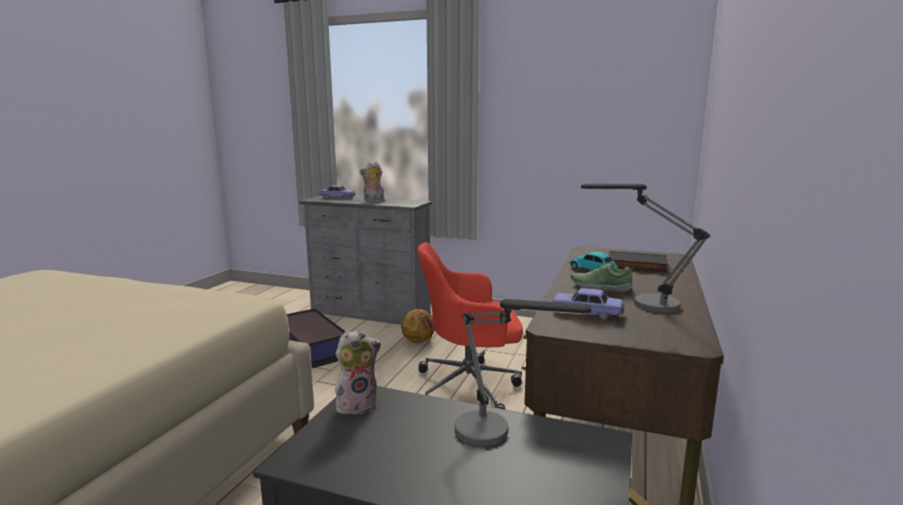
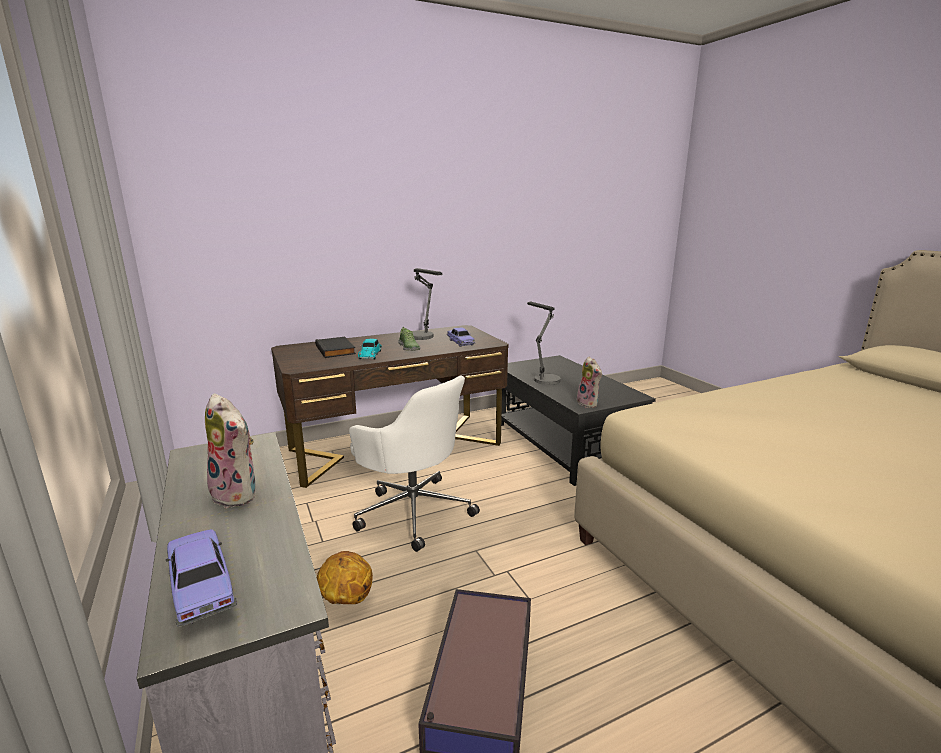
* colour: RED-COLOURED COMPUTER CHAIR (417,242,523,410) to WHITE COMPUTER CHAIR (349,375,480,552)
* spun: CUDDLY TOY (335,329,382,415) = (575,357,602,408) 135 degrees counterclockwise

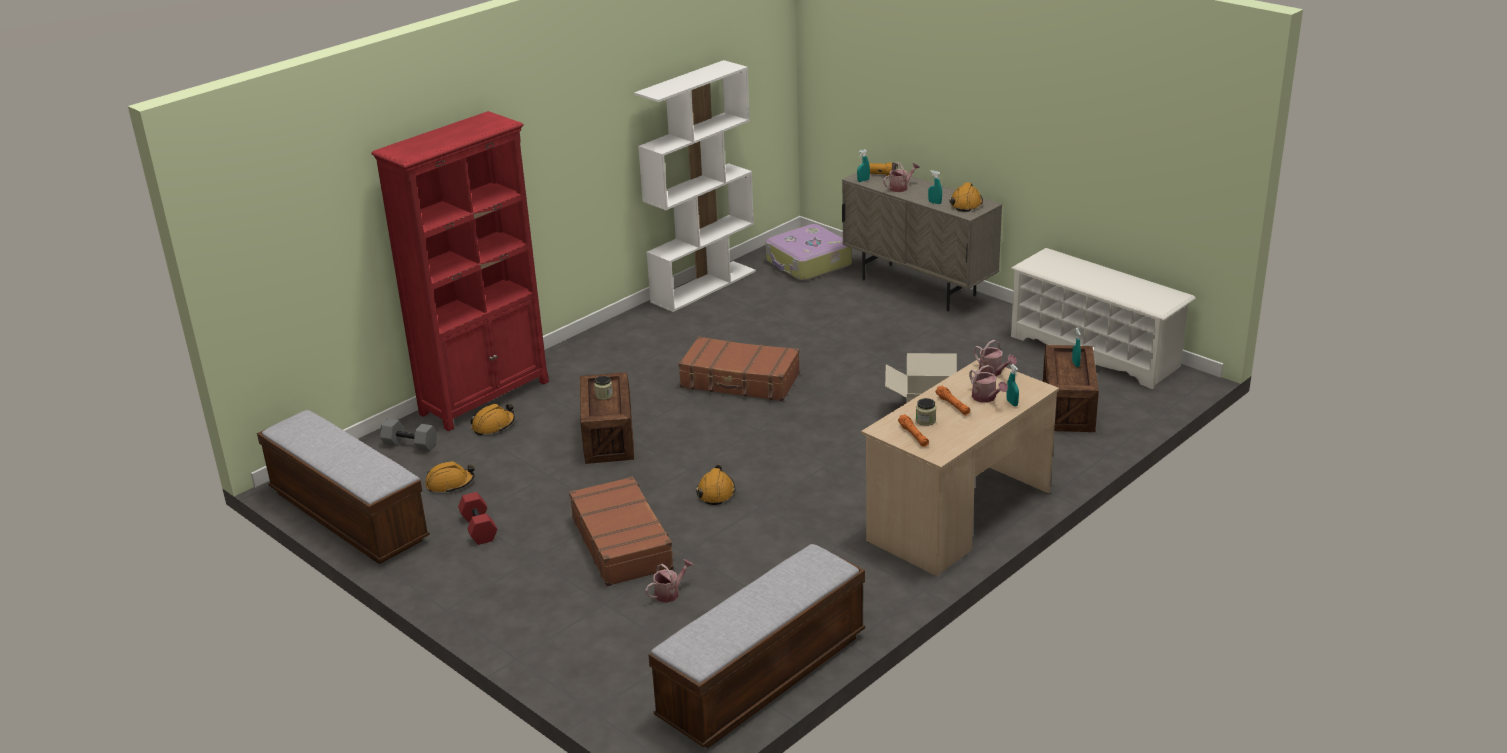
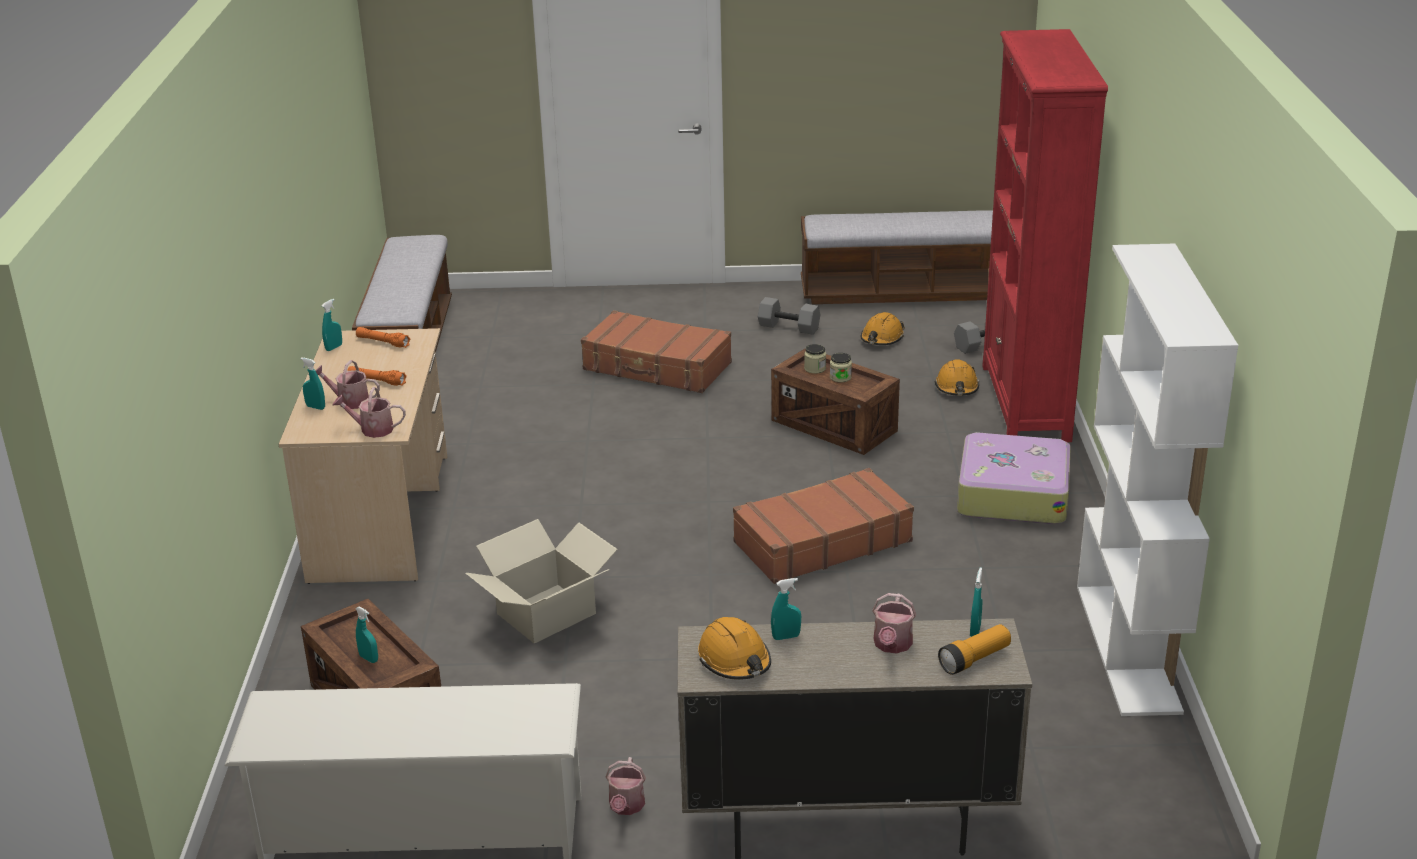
* appeared: TURQUOISE SPRAY BOTTLE (322,299,342,351)
* relocated: WATERING POT (645,559,693,603) to (605,757,646,815)
* colour: RED-COLOURED FREE WEIGHT (458,492,497,545) to GREY FREE WEIGHT (758,297,820,335)
* relocated: PRESERVE JAR (916,398,936,426) to (804,344,826,374)
* relocated: SUITCASE (766,224,852,281) to (957,432,1071,524)
* missing: ORANGE SAFETY HELMET (696,464,735,505)

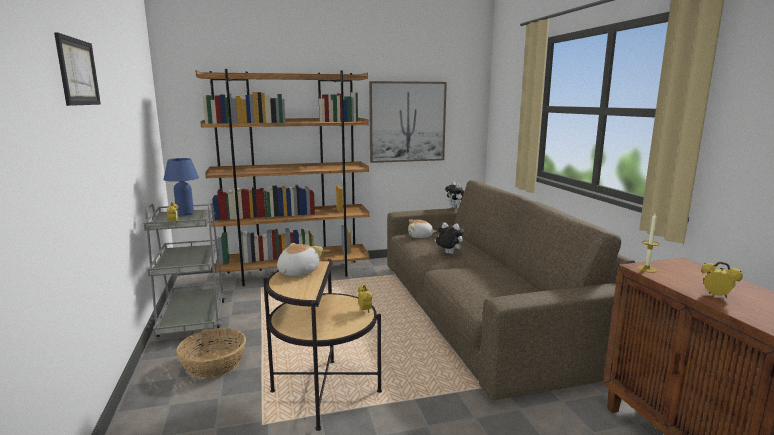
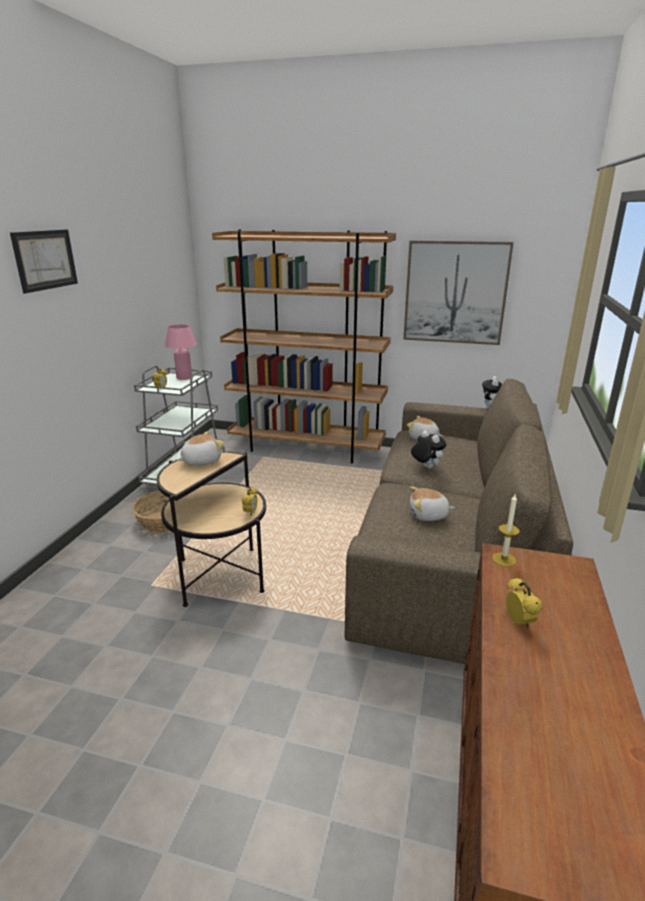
* colour: BLUISH TABLETOP LAMP (163,158,199,216) to PINK-COLOURED TABLETOP LAMP (165,324,197,380)
* appeared: CUDDLY TOY (409,486,454,521)

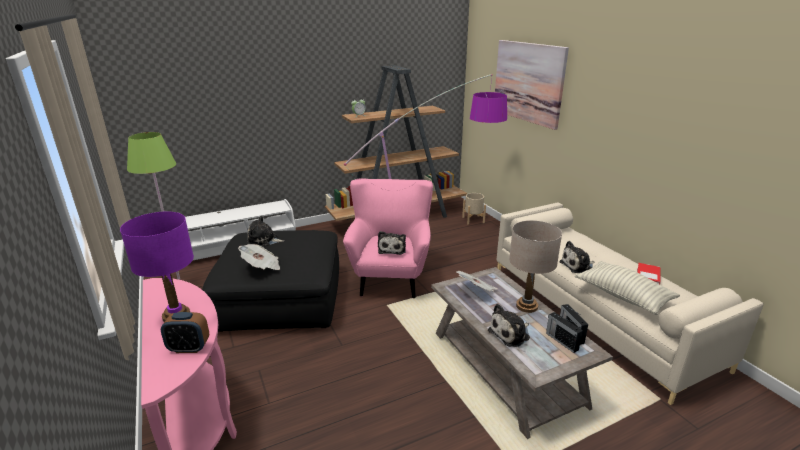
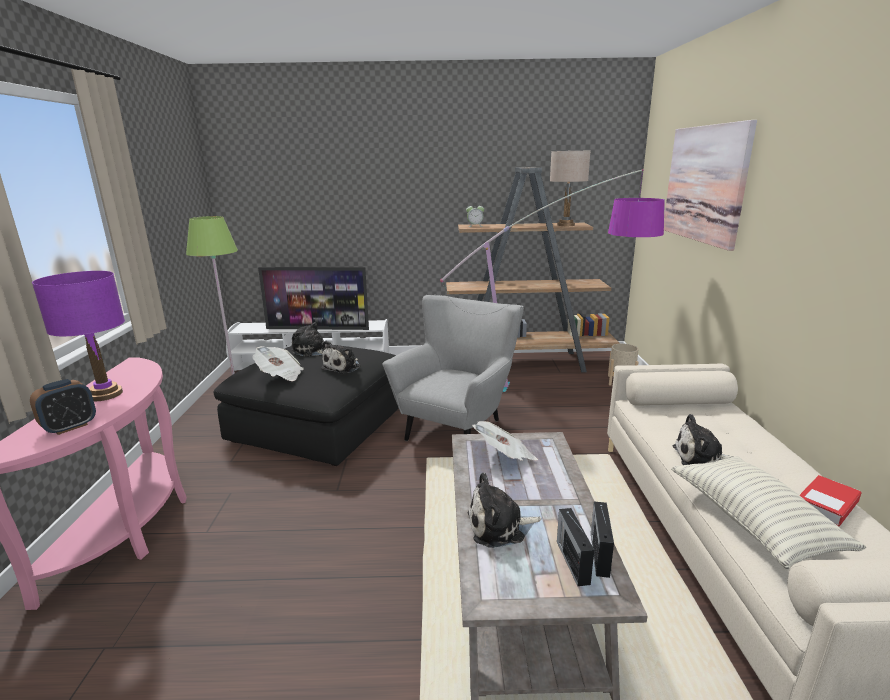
* spun: ALARM CLOCK (161,312,209,353) = (30,379,96,435) 75 degrees counterclockwise
* appeared: TV (258,267,369,330)
* relocated: CUDDLY TOY (378,231,406,255) to (321,341,361,374)
* colour: PINK-COLOURED LOUNGE CHAIR (343,178,433,298) to GREY LOUNGE CHAIR (382,295,524,441)
* relocated: BEIGE TABLETOP LAMP (509,220,562,313) to (550,151,590,226)

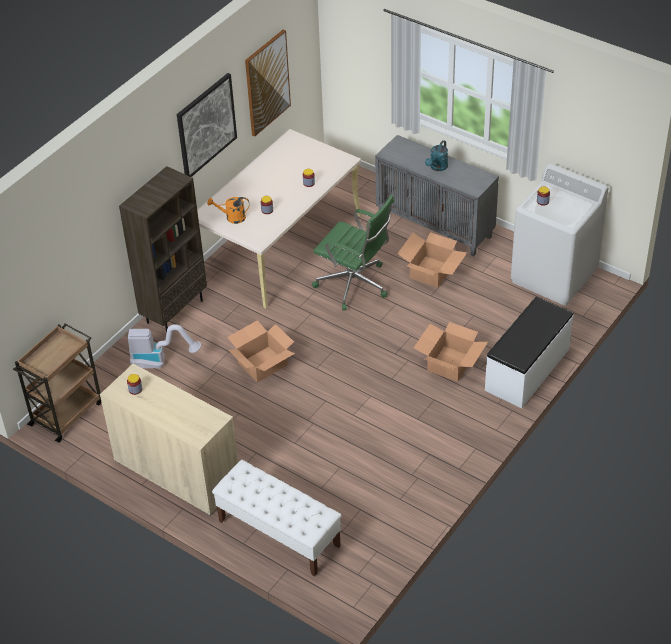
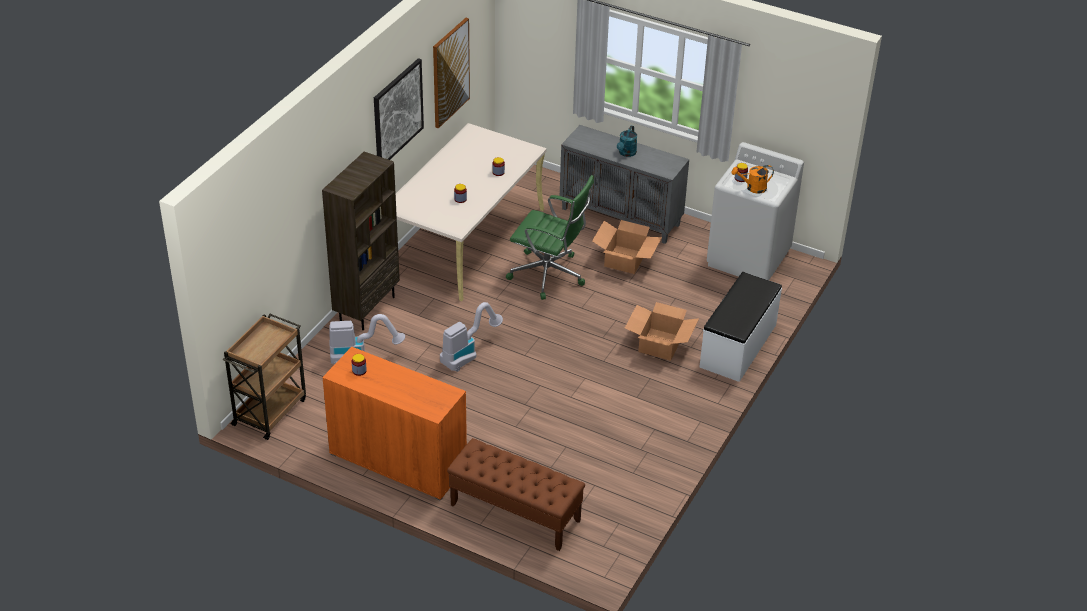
* colour: BEIGE STORAGE CABINET (100,364,238,516) to ORANGE STORAGE CABINET (322,347,467,501)
* exchanged: PACKING BOX (227,320,295,383) to VACUUM (440,302,503,372)
* colour: WHITE LONG SEAT (212,460,342,577) to BROWN-COLOURED LONG SEAT (447,438,585,551)
* relocated: ORANGE WATERING POT (207,197,249,224) to (732,165,774,194)

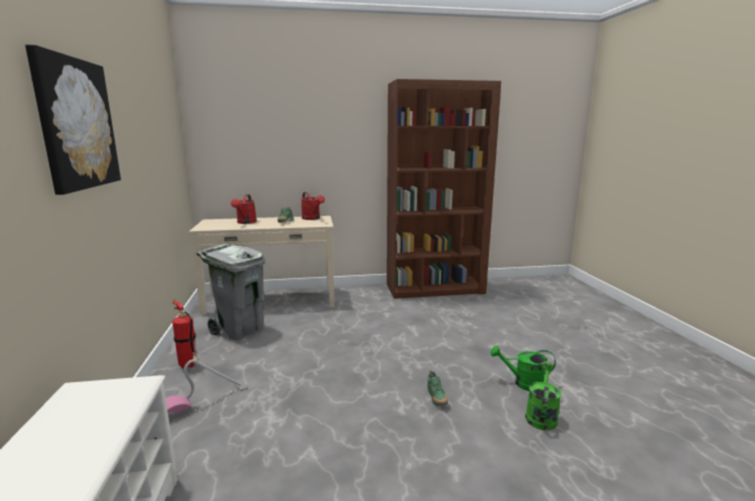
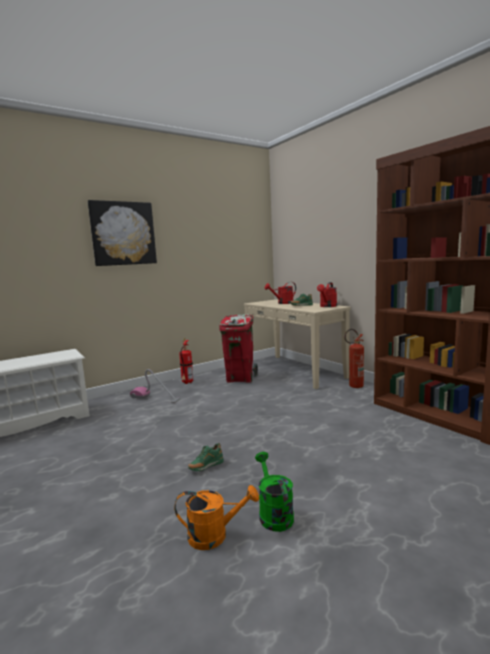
* colour: GREEN WATERING POT (525,362,562,430) to ORANGE WATERING POT (175,485,259,550)
* colour: GREY TRASH CAN (196,244,265,340) to RED-COLOURED TRASH CAN (219,314,258,383)
* appeared: FIRE EXTINGUISHER (344,329,364,388)

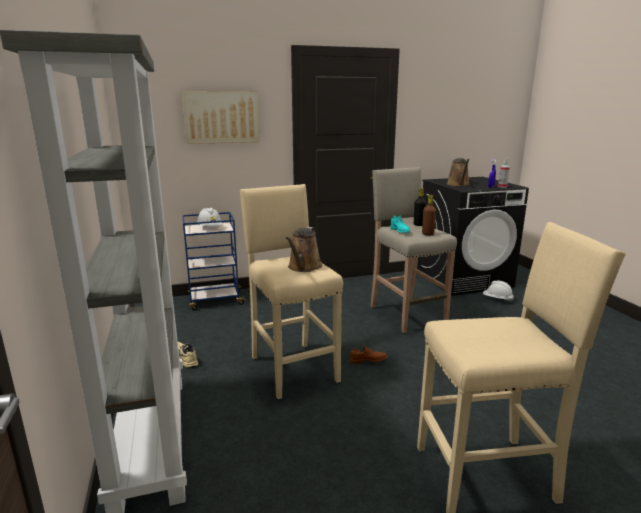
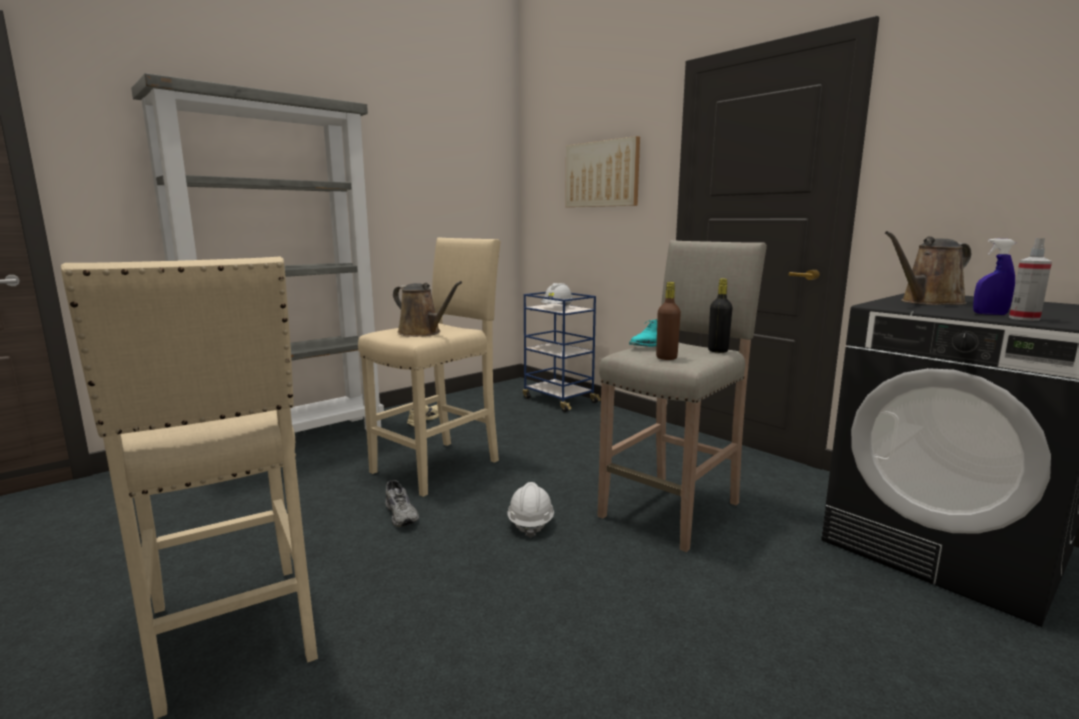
* appeared: GREY SHOE (385,480,419,527)
* spun: BROWN-COLOURED WATERING POT (286,227,322,272) = (393,281,462,337) 135 degrees counterclockwise
* relocated: WHITE SAFETY HELMET (483,281,514,302) to (507,482,554,538)
* missing: BROWN-COLOURED SHOE (350,345,388,364)

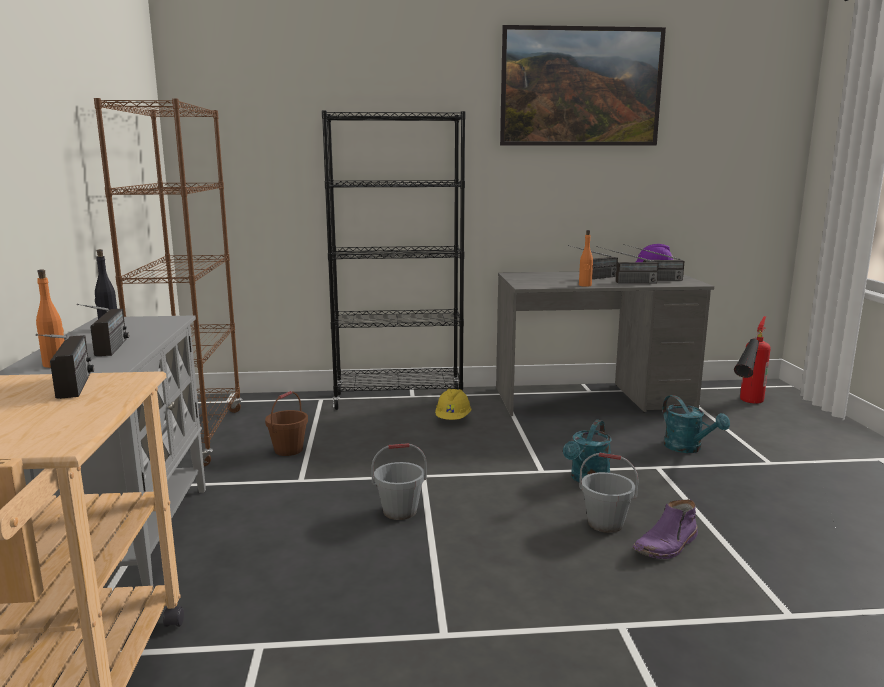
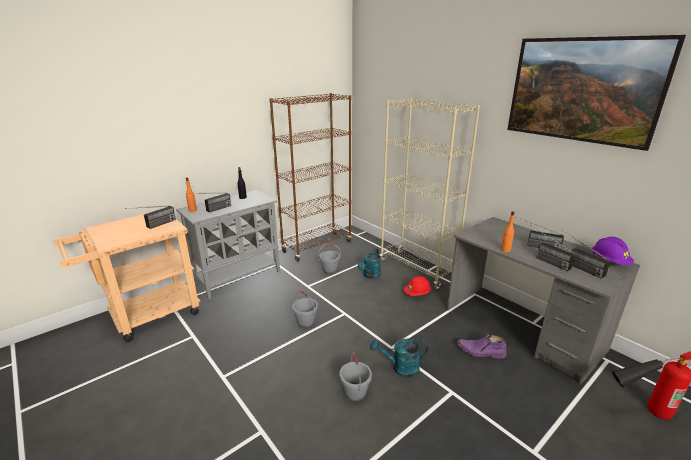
* colour: BROWN-COLOURED PAIL (265,391,308,456) to GREY PAIL (318,244,341,274)
* relocated: TURQUOISE WATERING POT (663,395,730,453) to (358,248,381,279)
* colour: BLACK BOOKCASE (322,110,466,410) to BEIGE BOOKCASE (380,98,480,289)
* colour: YELLOW SAFETY HELMET (435,388,471,420) to RED-COLOURED SAFETY HELMET (404,276,431,296)
* relocated: PURPLE HIGH-TOP BOOT (632,499,698,559) to (457,334,507,358)

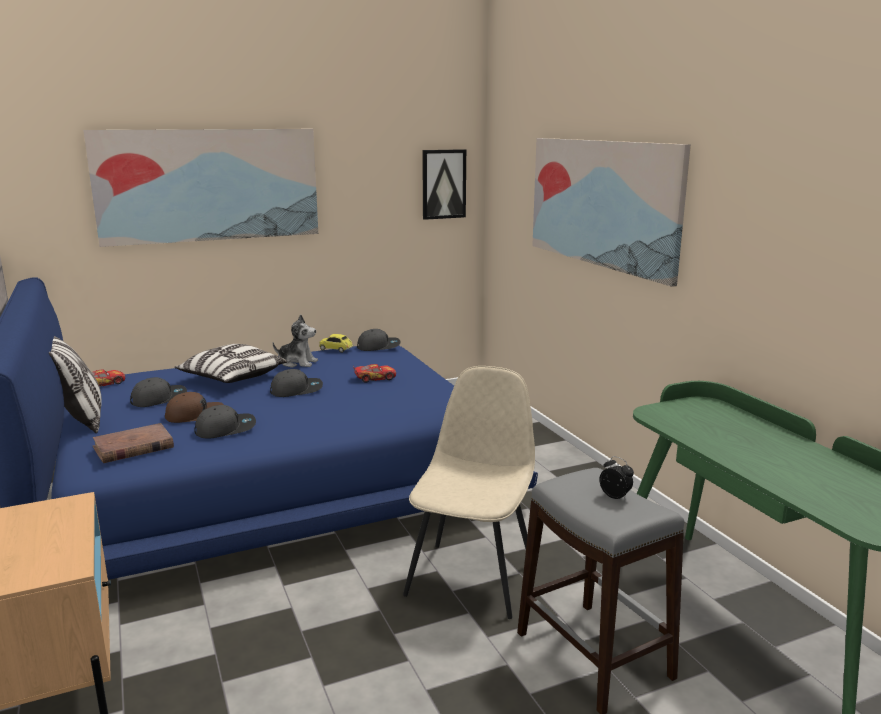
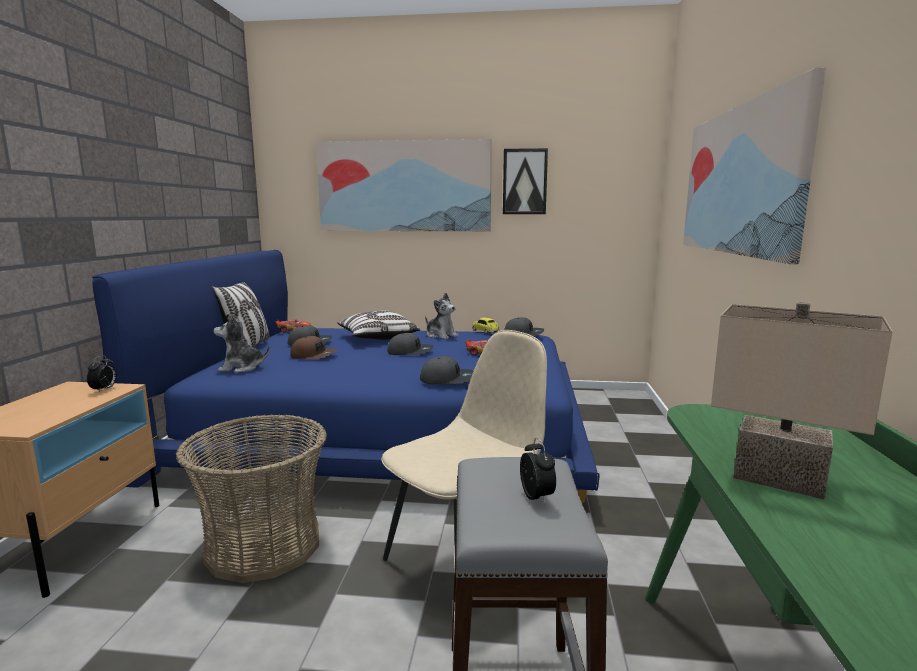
* appeared: ALARM CLOCK (87,355,117,392)
* appeared: BASKET (176,414,327,583)
* exchanged: BROWN-COLOURED BOOK (93,423,174,463) to CUDDLY TOY (214,314,270,373)
* relocated: GREY CAP (194,405,256,439) to (420,356,474,384)
* relocated: PICTURE (422,149,466,220) to (503,148,548,214)
* appeared: BEIGE TABLETOP LAMP (711,302,893,499)

